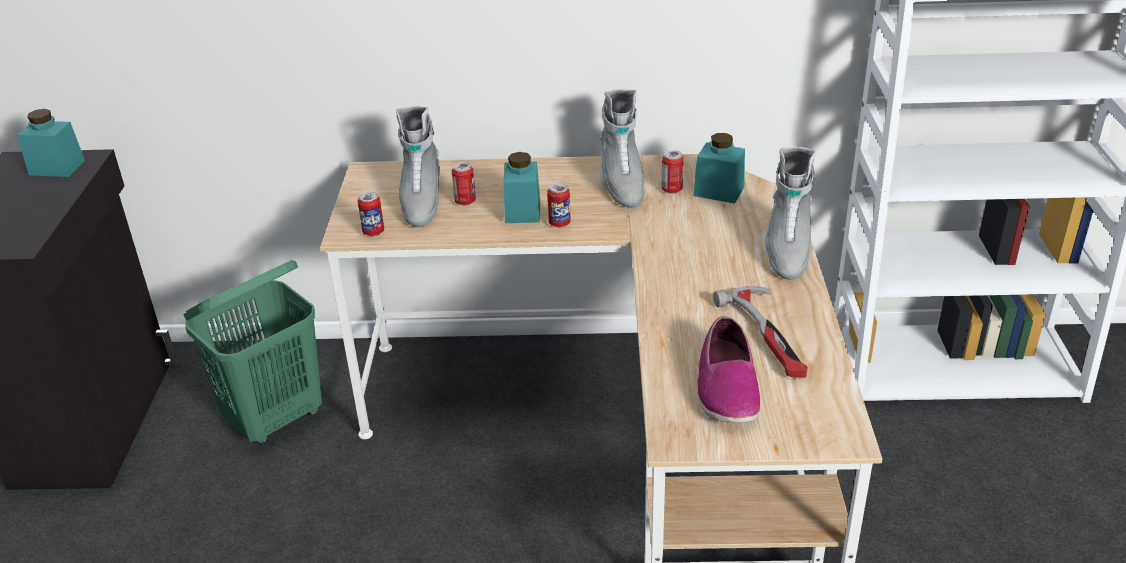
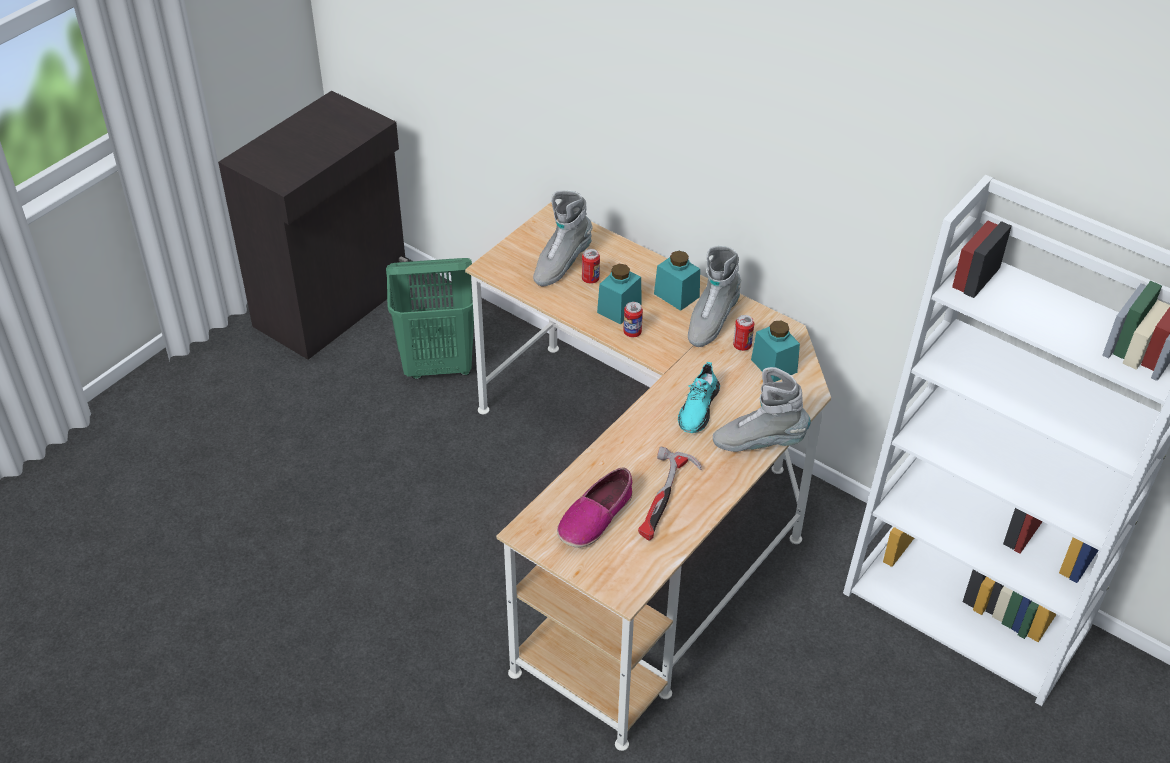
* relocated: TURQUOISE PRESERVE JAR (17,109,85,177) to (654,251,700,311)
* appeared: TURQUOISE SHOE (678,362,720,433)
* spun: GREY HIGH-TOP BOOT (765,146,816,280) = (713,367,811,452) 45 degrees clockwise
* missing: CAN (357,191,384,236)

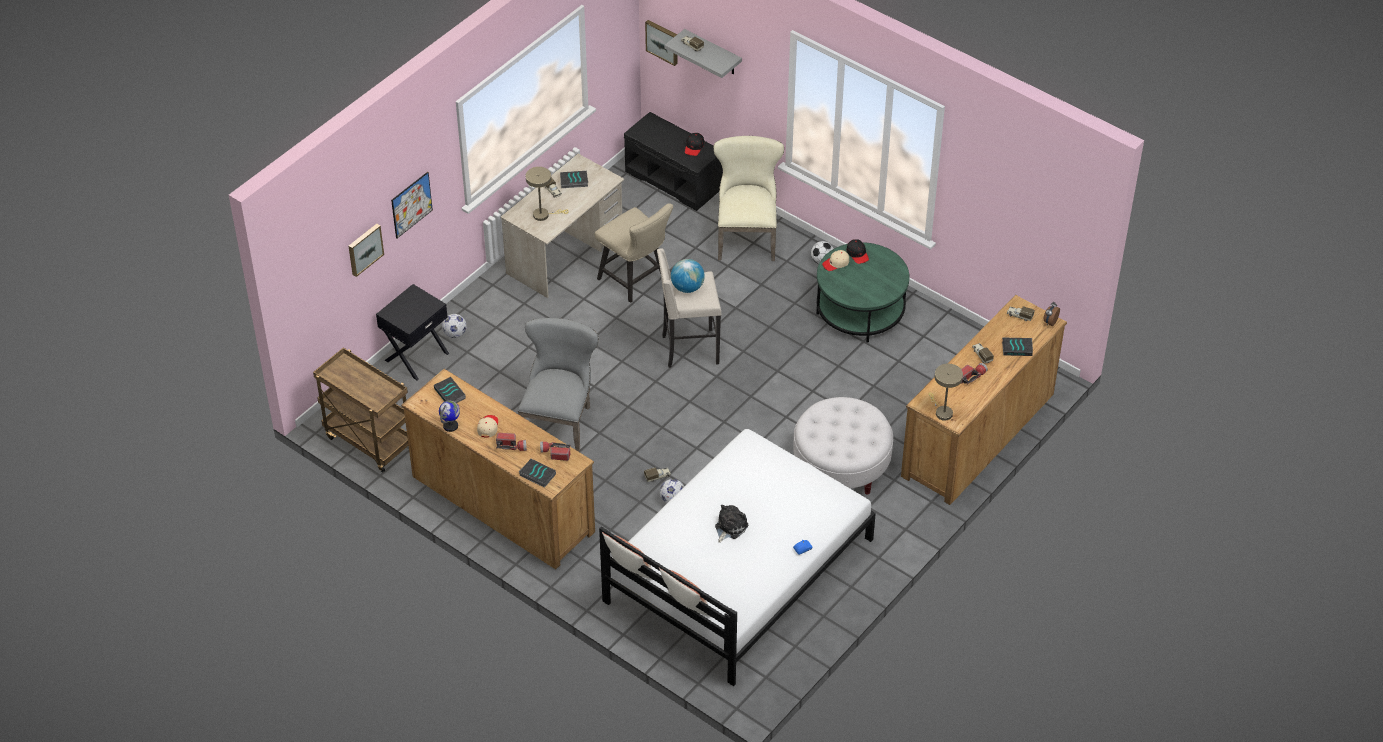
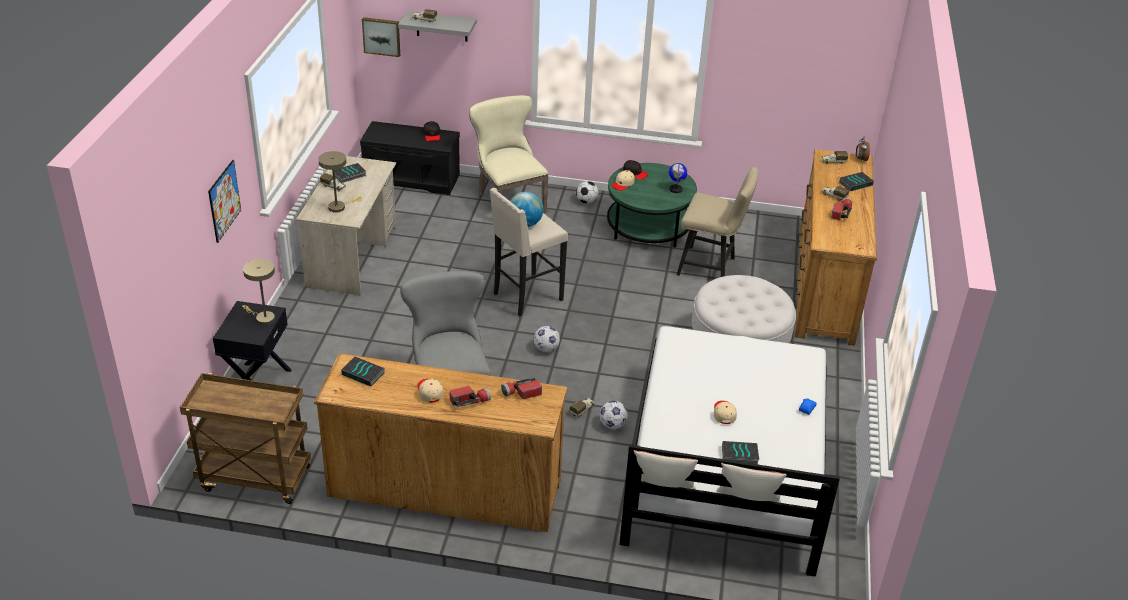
* relocated: BEIGE TABLETOP LAMP (928,363,963,421) to (242,259,275,325)
* relocated: BALL FOR FOOTBALL (442,314,467,338) to (534,326,560,352)
* relocated: GLOBE (439,401,460,432) to (669,163,688,193)
* relocated: BEIGE PLAIN CHAIR (594,203,673,303) to (676,167,758,277)
* exchanged: CUDDLY TOY (715,505,749,543) to BEIGE CAP (714,401,737,424)
* relocated: BOOK (519,459,556,488) to (722,441,759,464)
* missing: PICTURE (348,224,384,277)

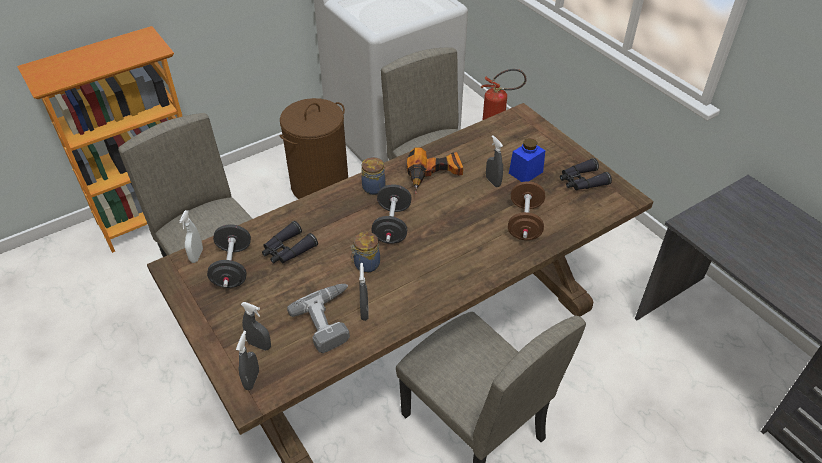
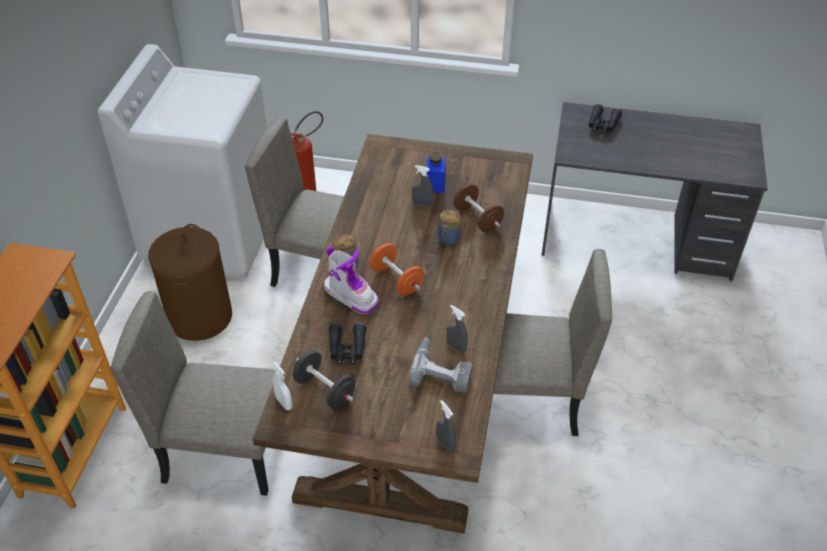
* appeared: HIGH-TOP BOOT (324,246,379,314)
* colour: BLACK FREE WEIGHT (371,184,412,244) to ORANGE FREE WEIGHT (369,243,424,296)
* relocated: PRESERVE JAR (351,232,380,273) to (438,209,461,245)
* relocated: BLACK FIELD GLASSES (560,158,612,191) to (589,104,623,133)
* missing: GREY SPRAY BOTTLE (241,302,271,351)
* missing: ELECTRIC DRILL (407,148,463,194)

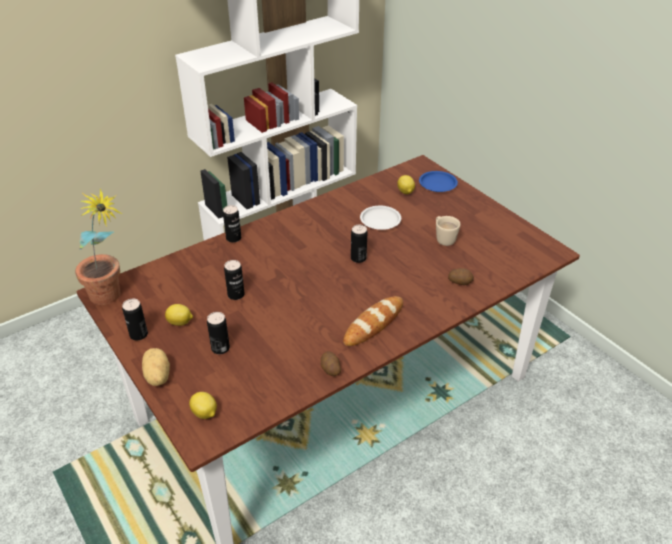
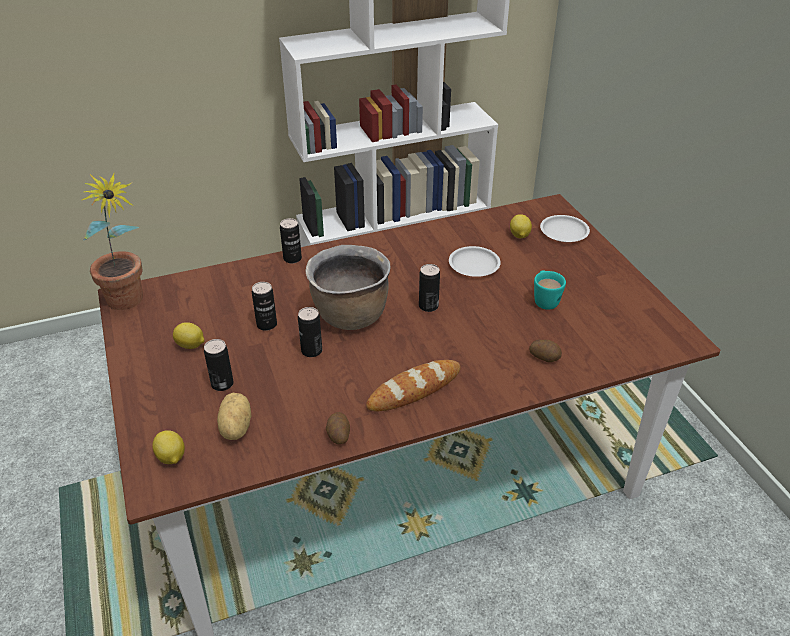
* relocated: POTATO (142,348,170,386) to (217,393,251,440)
* relocated: CAN (122,299,148,341) to (298,307,322,357)
* appeared: BROWN-COLOURED STOCKPOT (305,245,391,330)
* colour: BEIGE COFFEE MUG (436,216,461,246) to TURQUOISE COFFEE MUG (534,270,566,310)
* colour: BLUISH FLAT DISH (419,171,458,192) to WHITE FLAT DISH (540,215,590,242)

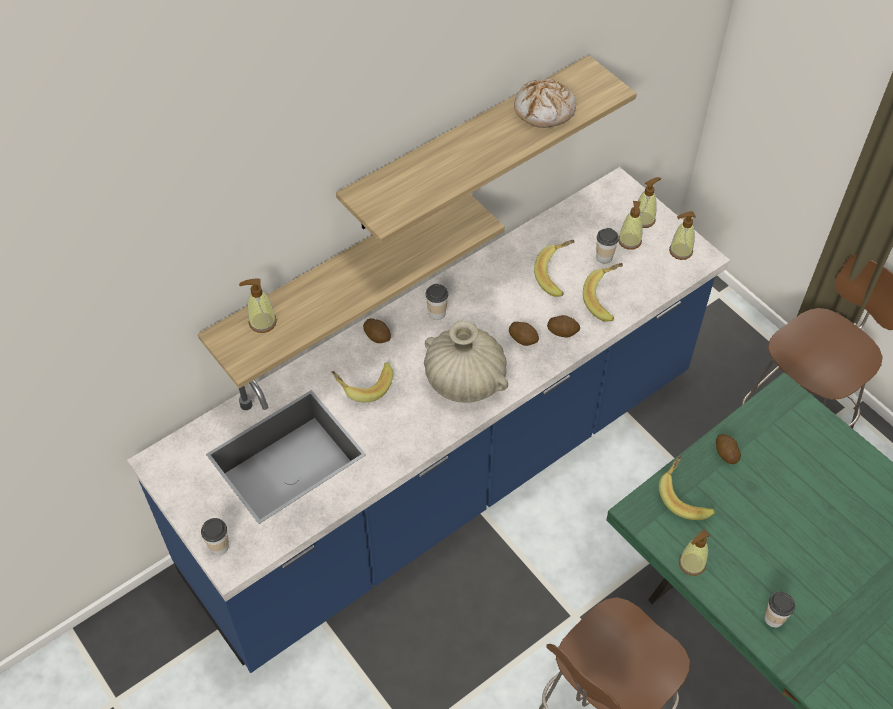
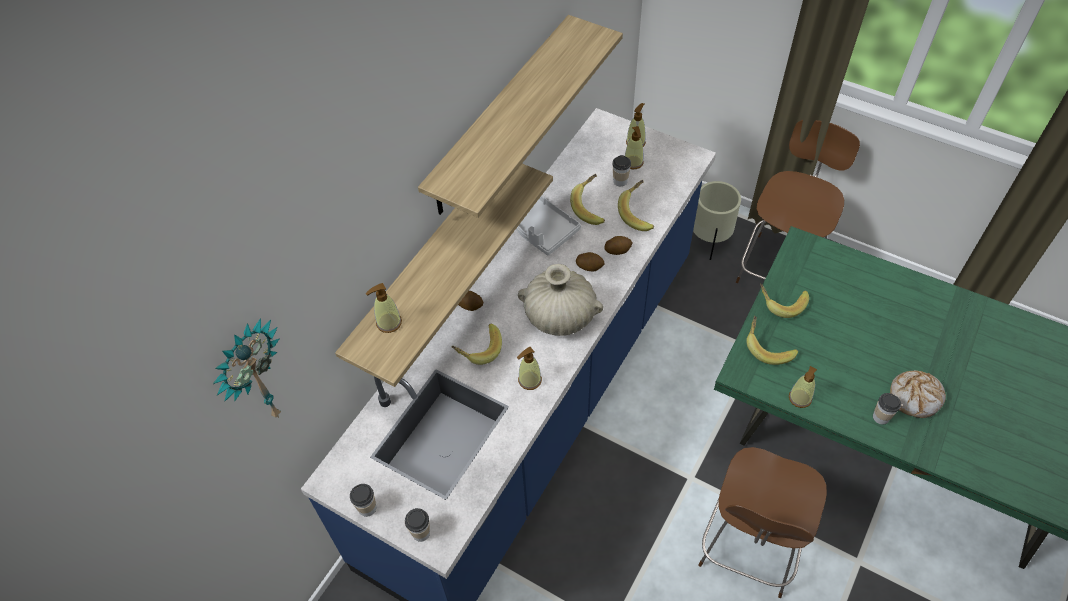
* appeared: CLOCK ON THE WALL (213,318,281,418)
* relocated: CUP (426,284,448,320) to (350,484,376,517)
* appeared: GREY TRAY (516,196,581,256)
* relocated: SOAP DISPENSER (669,211,696,260) to (517,347,542,390)
* appeared: BEIGE PLANT POT (693,181,741,260)
* exchanged: POTATO (716,434,741,464) to BANANA (760,284,809,318)
* relocated: BAKED BREAD (514,79,576,128) to (890,370,946,418)

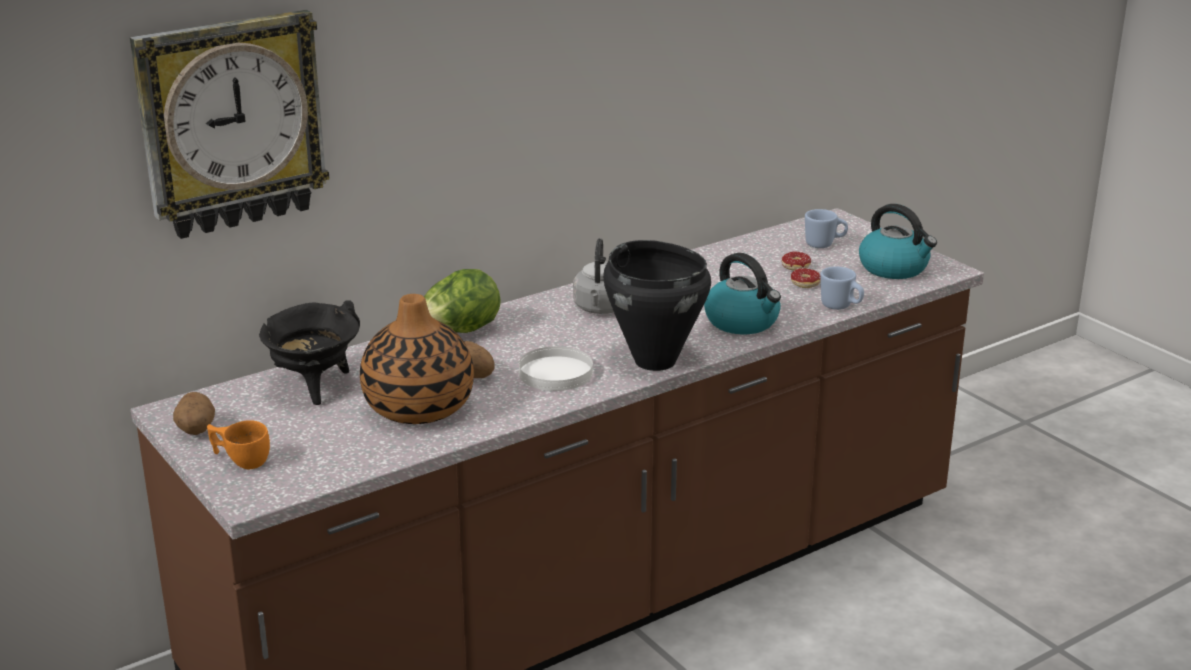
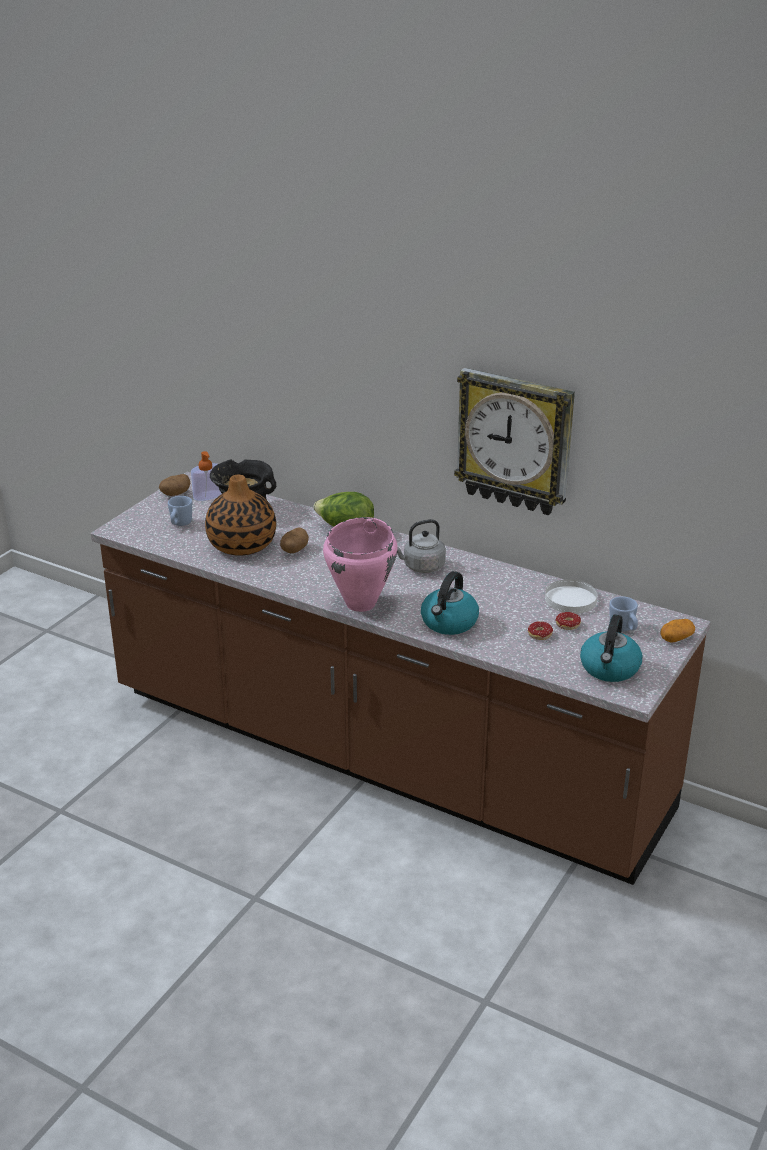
* relocated: BLUISH COFFEE MUG (820,267,864,310) to (168,496,192,526)
* appeared: SOAP DISPENSER (191,451,222,501)
* colour: BLACK STOCKPOT (603,240,711,371) to PINK-COLOURED STOCKPOT (323,517,397,612)
* relocated: CLOCK ON THE WALL (130,10,330,239) to (454,368,575,515)
* relocated: WHITE FLAT DISH (519,346,593,391) to (545,579,598,614)
* appeared: POTATO (661,619,695,643)
* missing: ORANGE CUP (207,420,270,469)

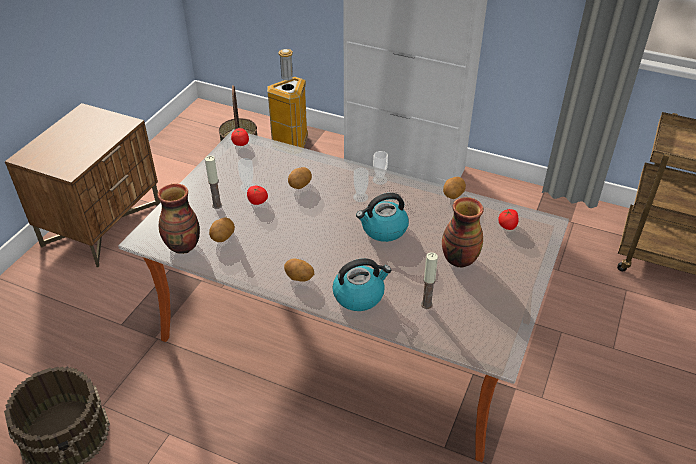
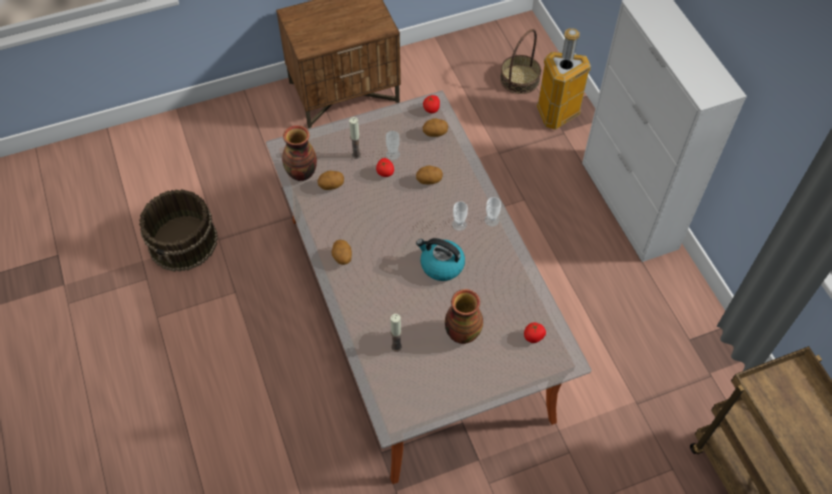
* relocated: POTATO (443,177,466,199) to (423,118,448,137)
* missing: WATER KETTLE (332,258,391,311)

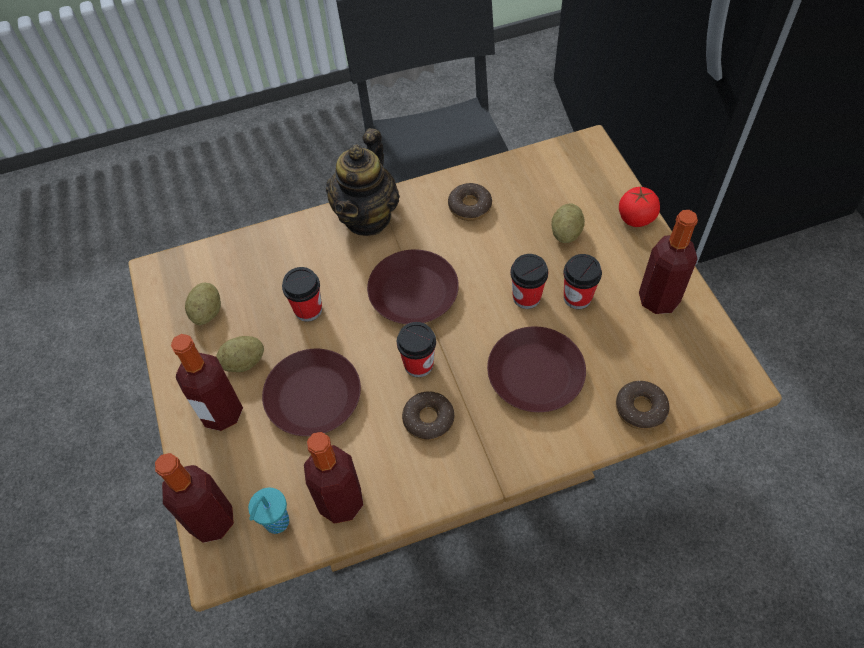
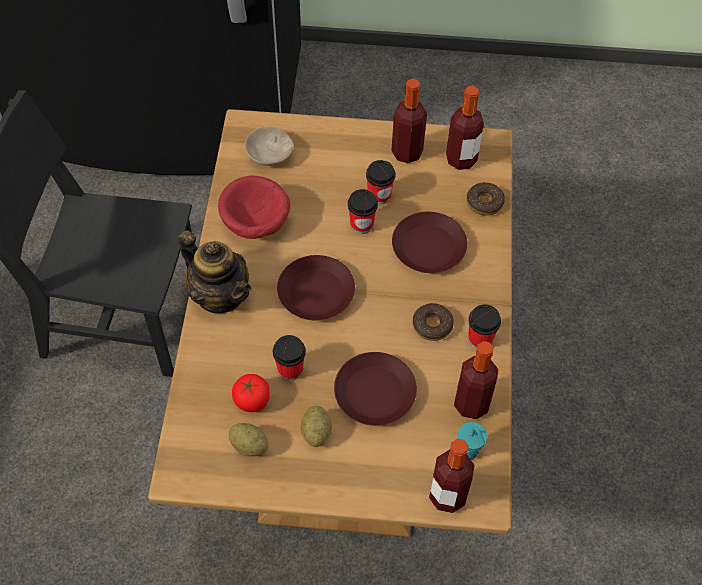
* exchanged: DONUT (448,183,492,221) to RED-COLOURED BOWL (218,176,290,239)
* relocated: FRESH TOMATO (619,187,660,227) to (232,374,270,412)
* appeared: BEIGE BOWL (245,127,293,166)
* relocated: BOTTLE (171,334,243,431) to (446,86,484,170)
* relocated: CUP (397,322,436,377) to (468,304,501,349)
* missing: POTATO (551,203,585,243)

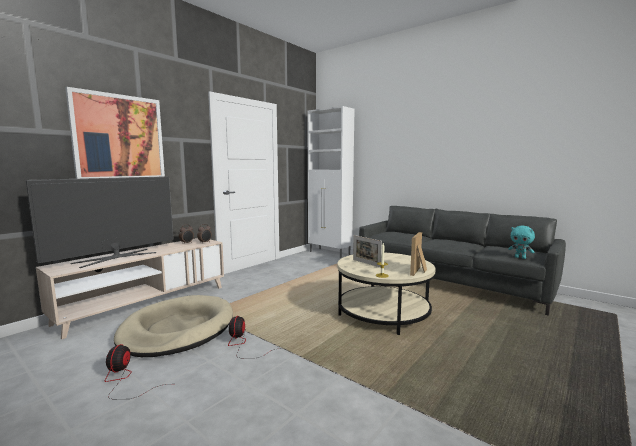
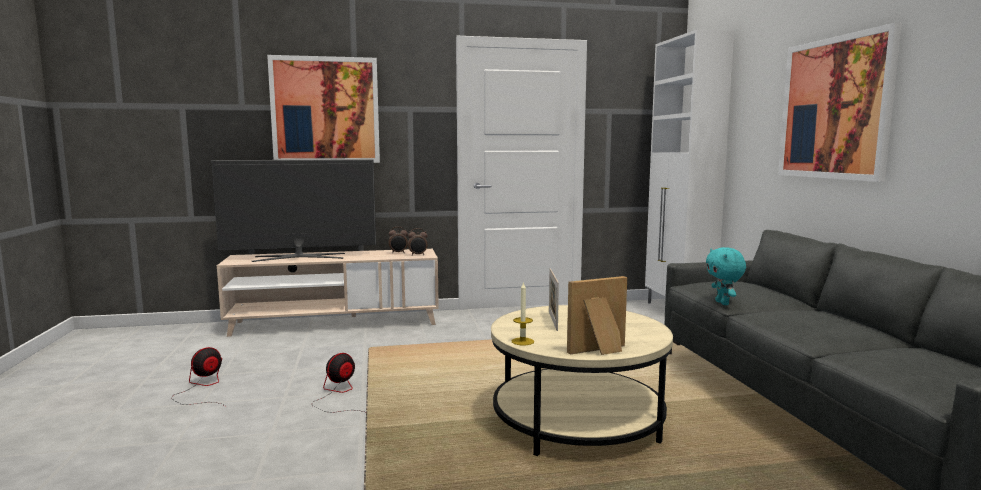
* relocated: TURQUOISE CUDDLY TOY (508,226,535,259) to (706,247,746,305)
* appeared: PICTURE (778,22,902,182)
* missing: BEIGE DOG BED (114,295,233,357)

